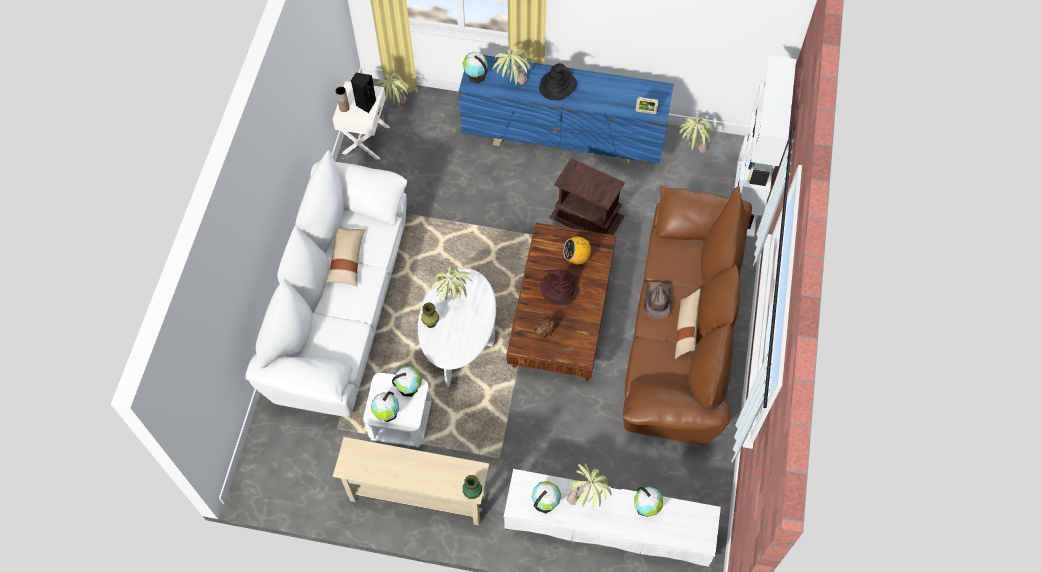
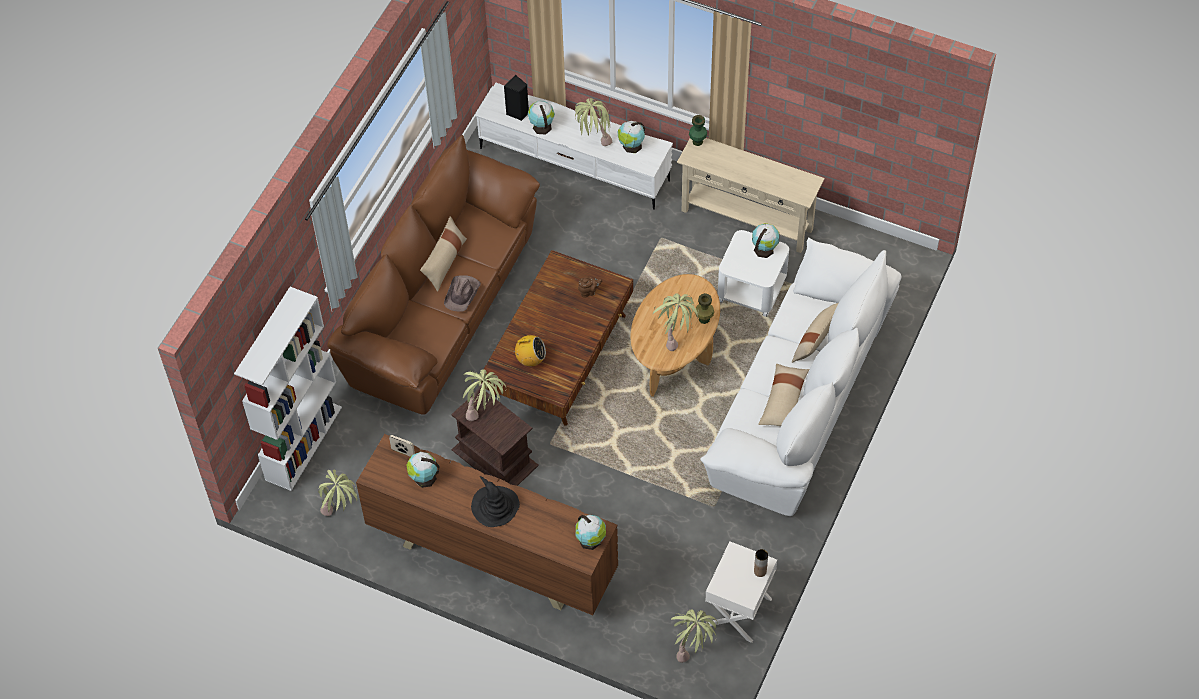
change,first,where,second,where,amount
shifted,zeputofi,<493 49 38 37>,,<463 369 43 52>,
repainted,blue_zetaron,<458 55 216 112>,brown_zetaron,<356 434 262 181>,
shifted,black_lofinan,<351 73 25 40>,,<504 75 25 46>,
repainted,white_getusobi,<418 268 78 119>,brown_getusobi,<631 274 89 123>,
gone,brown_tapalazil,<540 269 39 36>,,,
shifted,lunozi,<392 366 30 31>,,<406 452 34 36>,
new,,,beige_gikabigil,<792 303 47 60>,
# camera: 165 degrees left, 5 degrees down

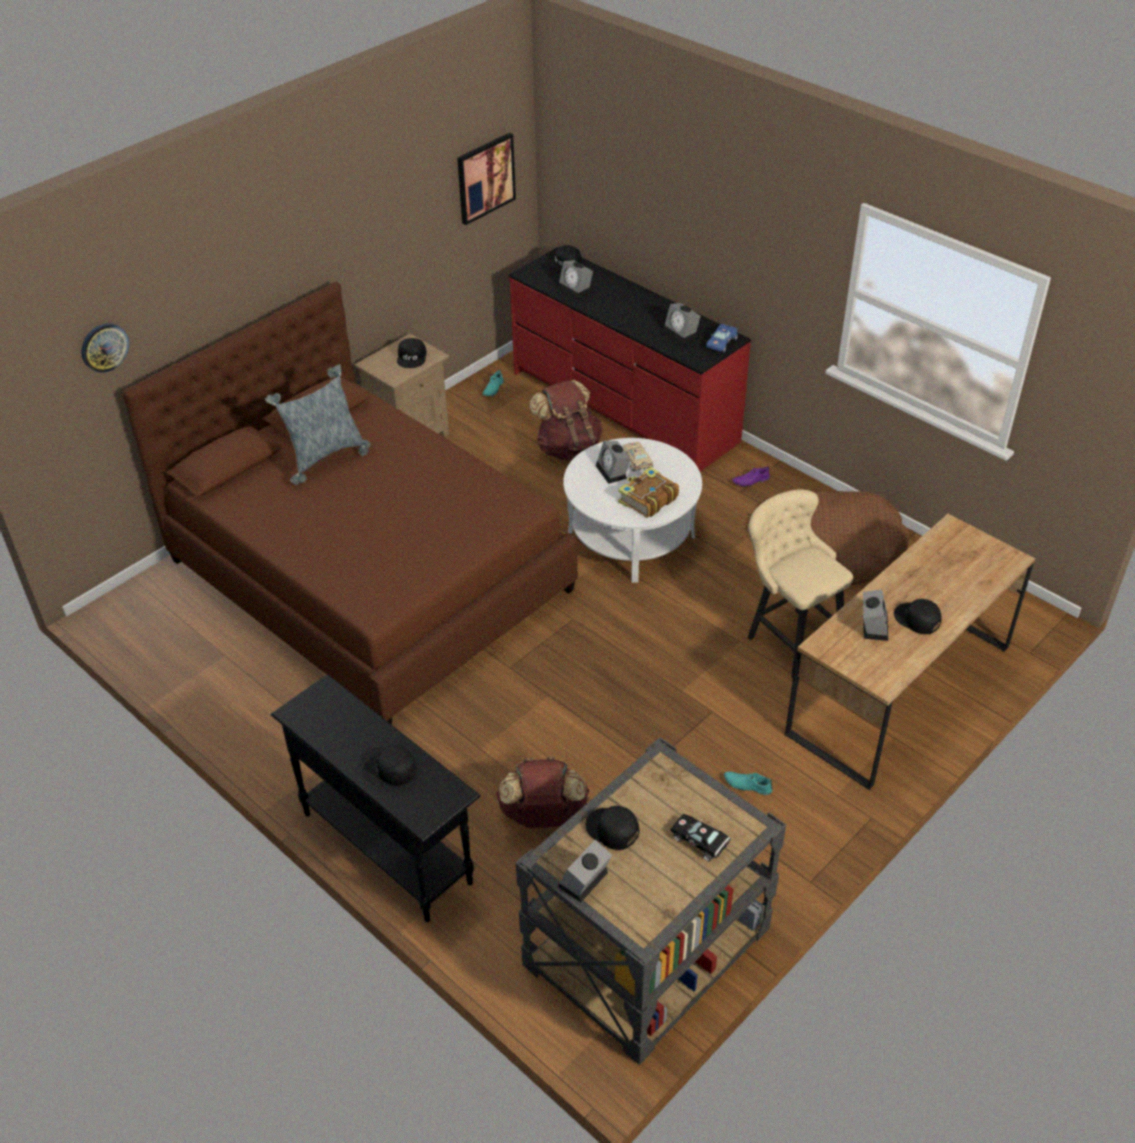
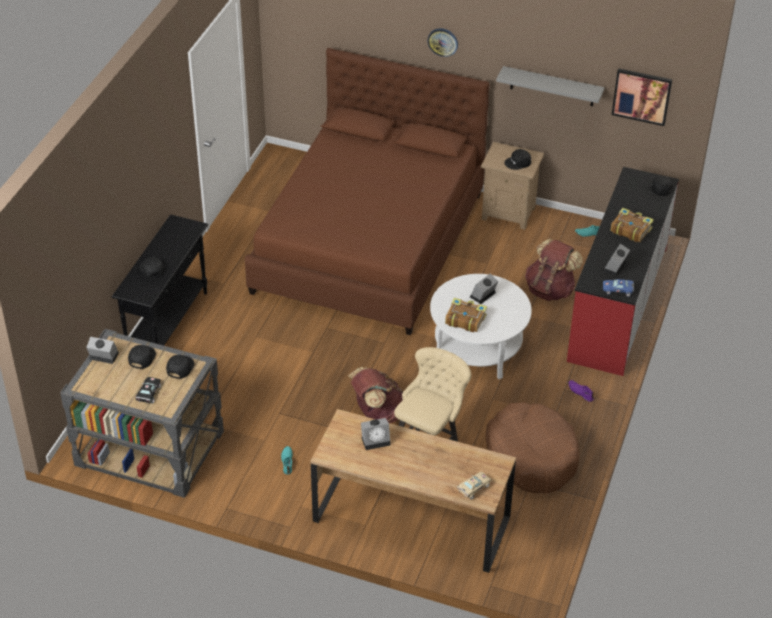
change,first,where,second,where,amount
gone,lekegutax,<558 260 35 38>,,,
shifted,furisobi,<82 323 47 50>,,<427 28 31 29>,
gone,gikabigil,<265 364 106 121>,,,
shifted,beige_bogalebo,<623 442 30 29>,,<457 472 34 28>,
shifted,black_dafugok,<894 599 48 35>,,<166 355 28 24>,
shifted,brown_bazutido,<496 756 93 72>,,<348 367 56 56>,
new,,,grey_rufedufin,<496 66 108 40>,
new,,,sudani,<611 208 43 34>,
# camera: 65 degrees right, 0 degrees up

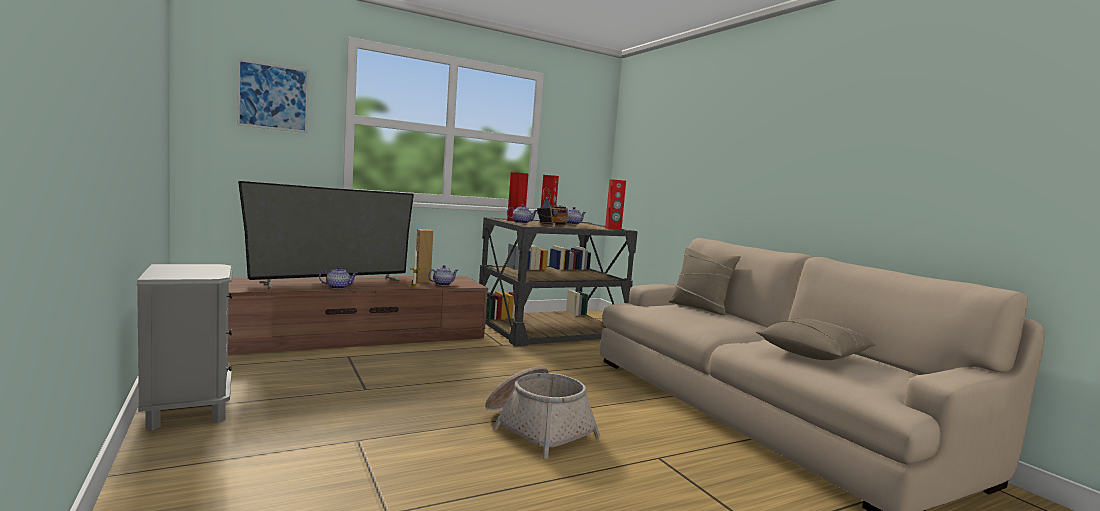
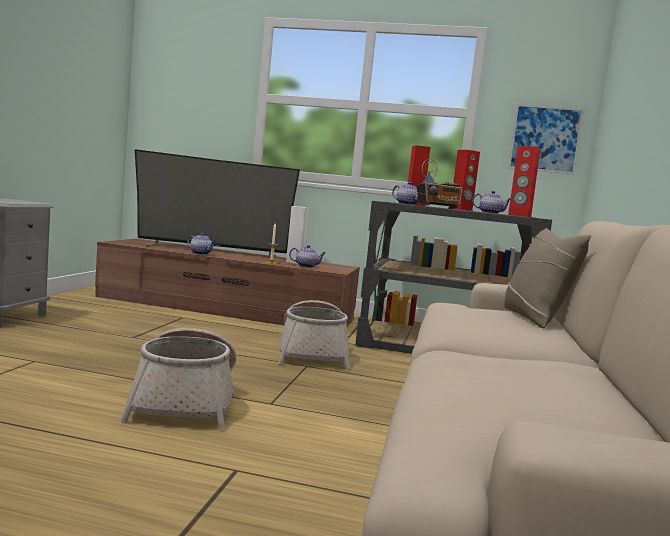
change,first,where,second,where,amount
shifted,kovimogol,<237 59 72 74>,,<508 104 76 70>,
repainted,brown_lofinan,<416 229 17 54>,white_lofinan,<286 206 24 58>,
gone,beige_gikabigil,<756 318 120 42>,,,
new,,,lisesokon,<278 300 72 69>,
# camera: 40 degrees right, 0 degrees up

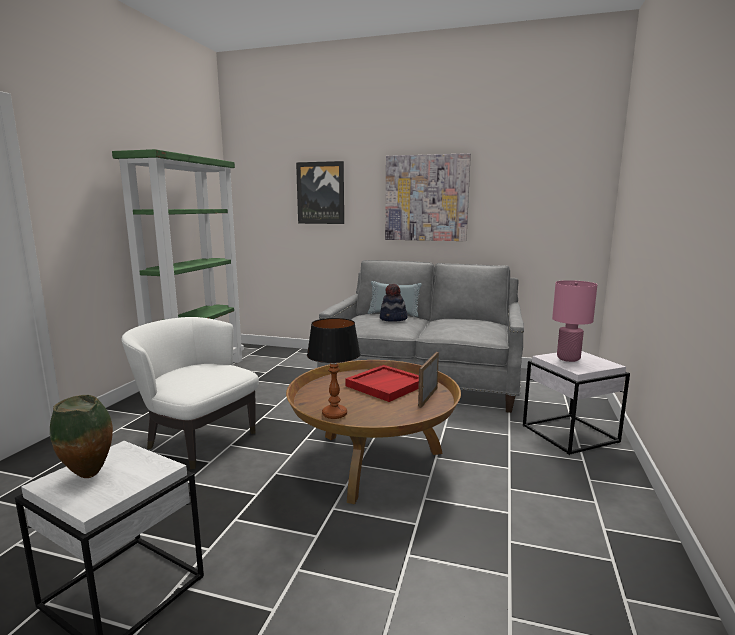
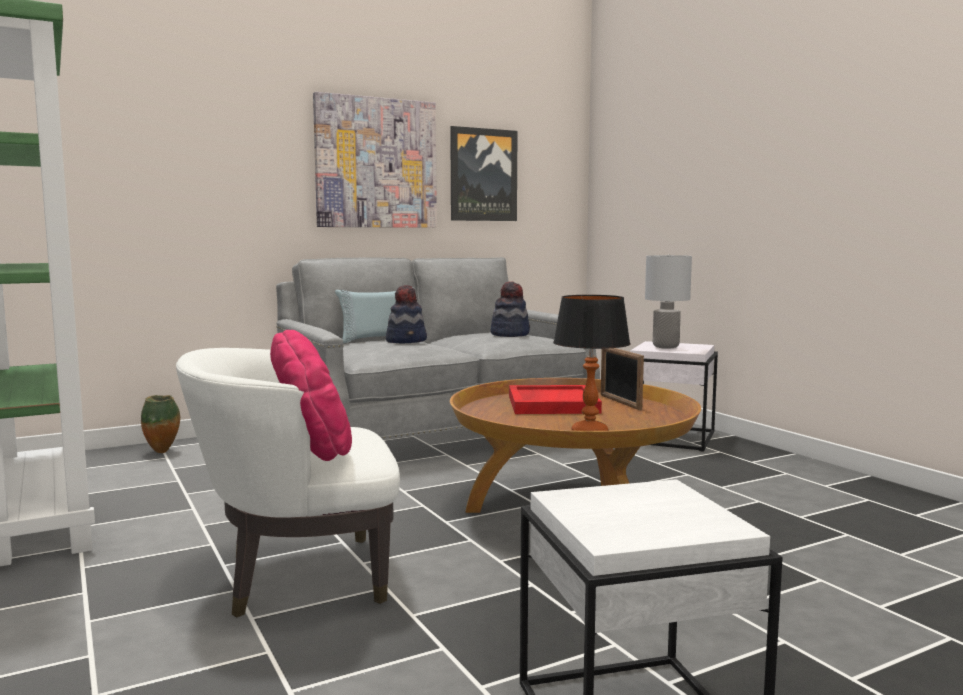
change,first,where,second,where,amount
shifted,kovimogol,<296 161 48 63>,,<450 126 68 95>,
repainted,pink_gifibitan,<552 280 45 82>,grey_gifibitan,<645 255 47 94>,
shifted,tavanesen,<50 395 63 83>,,<141 395 39 58>,
new,,,tapalazil,<491 282 39 55>,
new,,,pink_gikabigil,<270 330 82 131>,
# camera: 45 degrees left, 5 degrees down

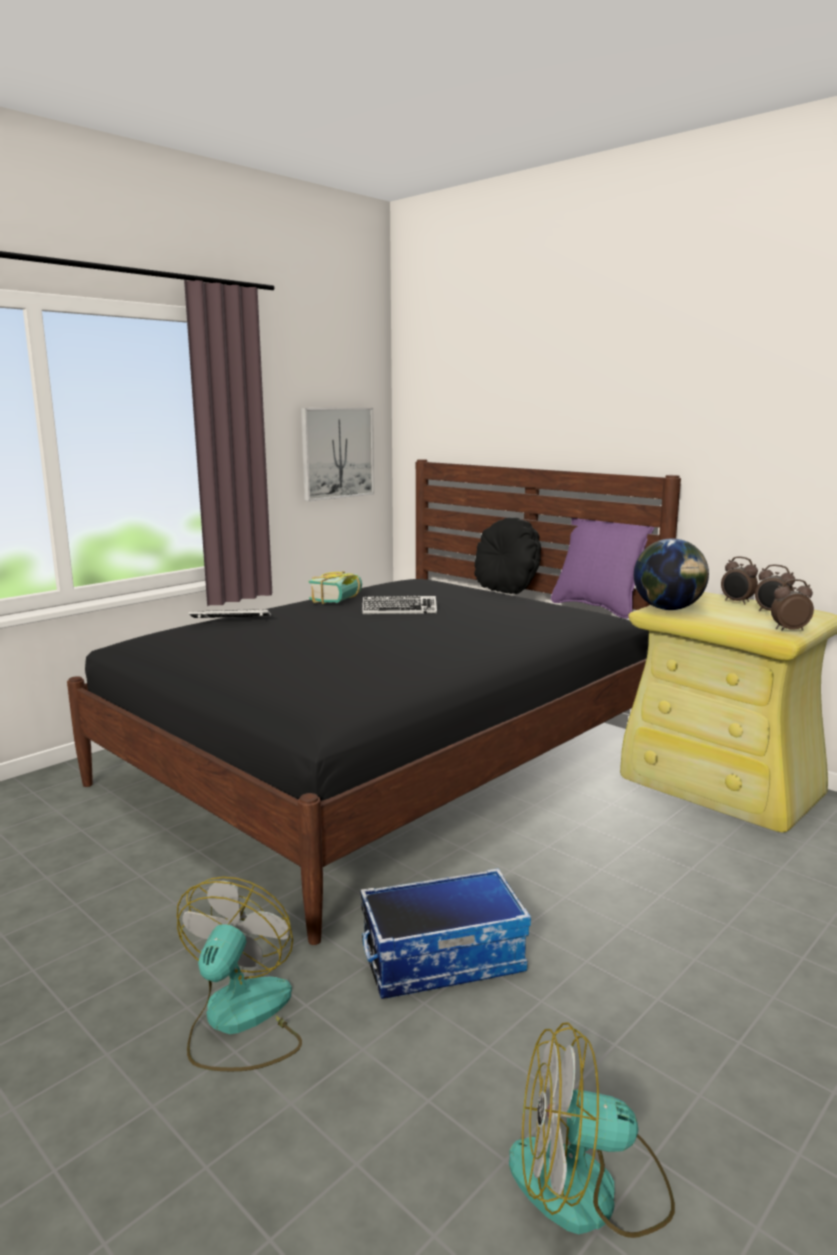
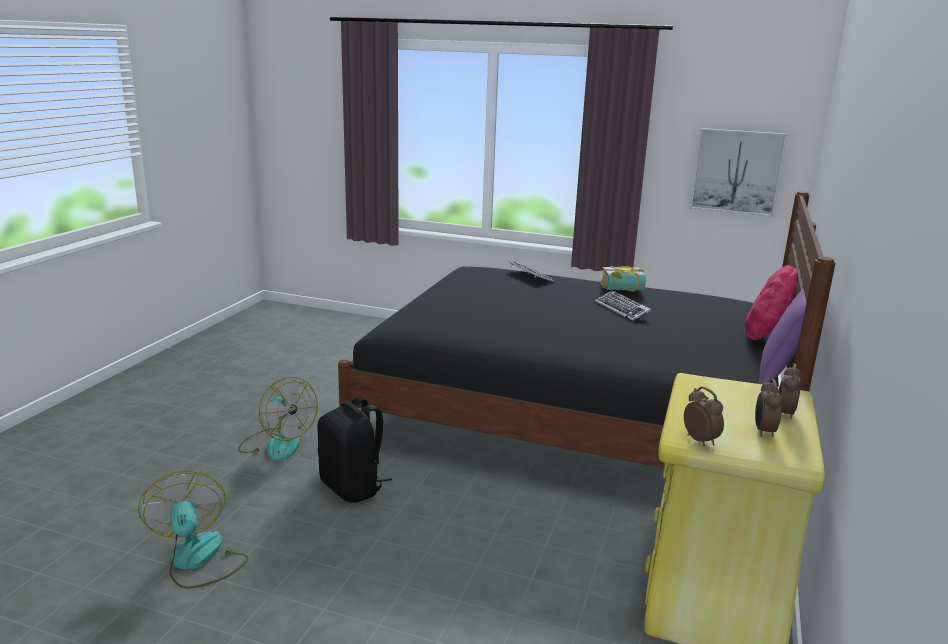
change,first,where,second,where,amount
repainted,black_gikabigil,<474 518 67 76>,pink_gikabigil,<745 265 52 75>,
gone,lunozi,<634 539 75 71>,,,
swapped,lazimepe,<360 868 171 131>,black_bazutido,<317 397 75 106>,
rotated,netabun,<177 877 125 194>,,<238 377 80 84>,60 degrees clockwise
# camera: 65 degrees right, 5 degrees up

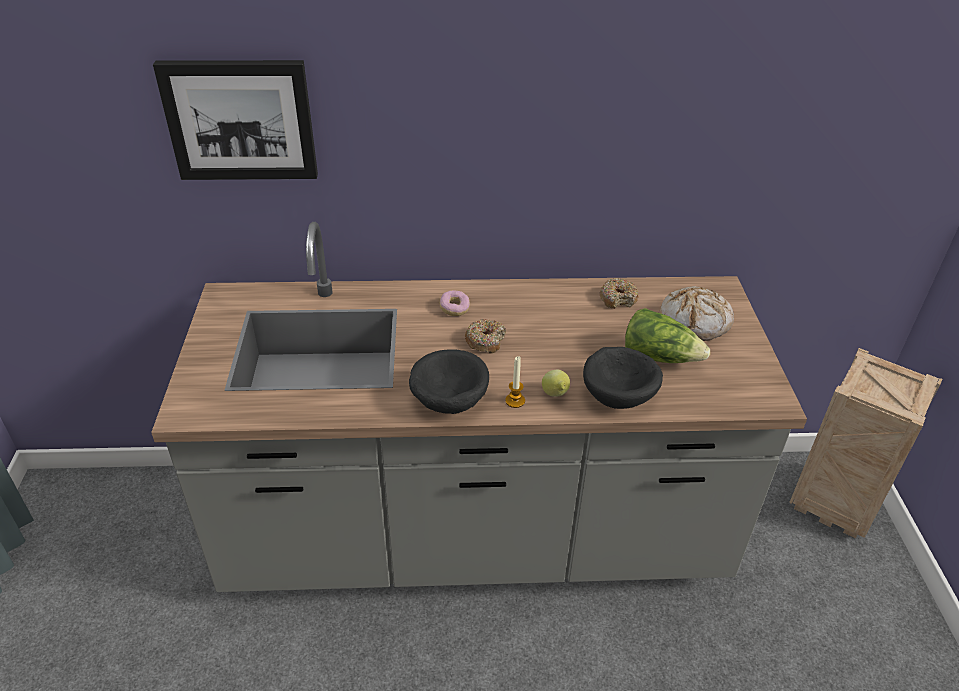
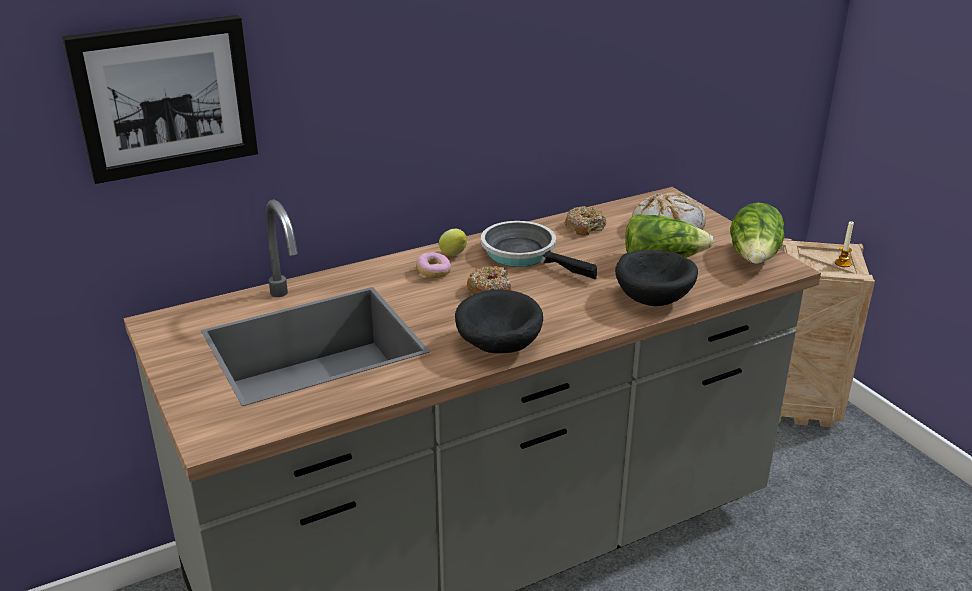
change,first,where,second,where,amount
shifted,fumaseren,<505 356 20 52>,,<835 221 19 46>,
shifted,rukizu,<542 370 28 27>,,<439 229 28 27>,
new,,,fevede,<730 203 54 61>,
new,,,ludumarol,<481 221 116 58>,
# camera: 25 degrees left, 10 degrees down

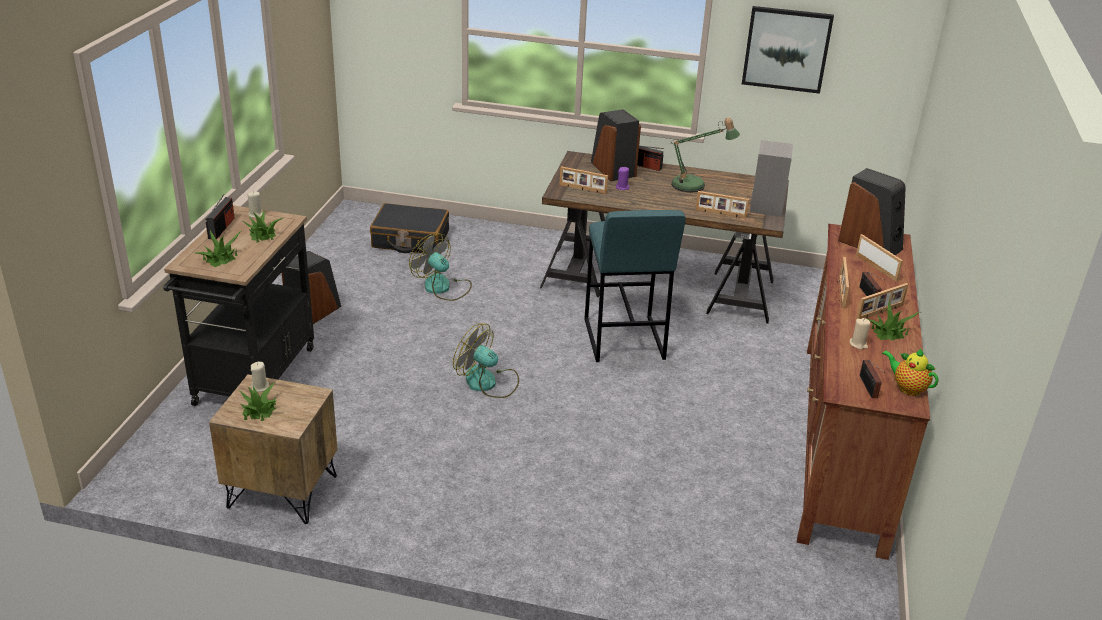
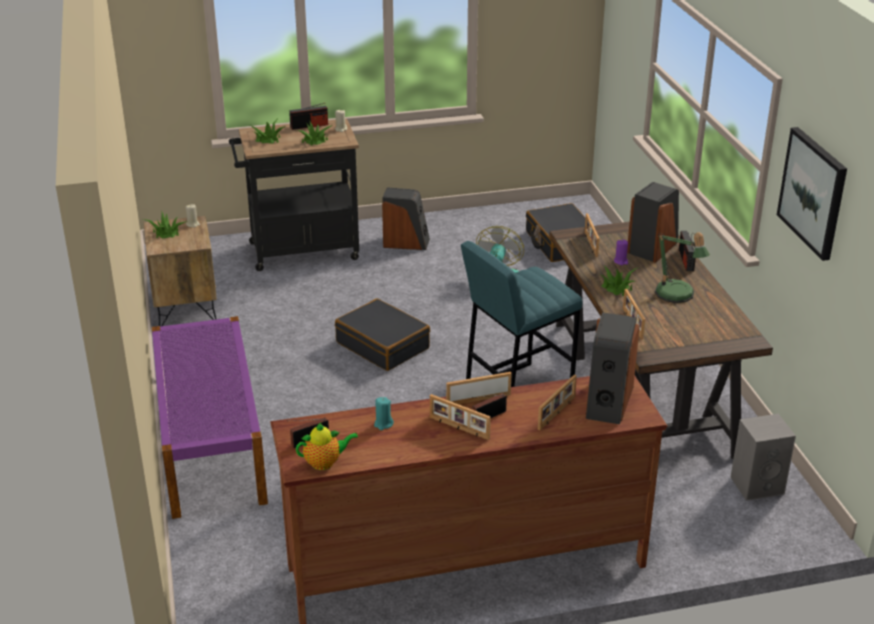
change,first,where,second,where,amount
shifted,grey_lofinan,<750 140 43 77>,,<730 414 66 87>,
shifted,zeputofi,<867 302 53 38>,,<602 266 35 30>,
repainted,beige_fumaseren,<850 318 21 31>,turquoise_fumaseren,<374 397 20 33>,
swapped,netabun,<453 323 66 75>,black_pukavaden,<335 299 95 72>,
rotated,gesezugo,<882 348 57 48>,,<296 423 62 47>,60 degrees clockwise
new,,,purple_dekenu,<152 316 116 203>,
# camera: 65 degrees right, 0 degrees up

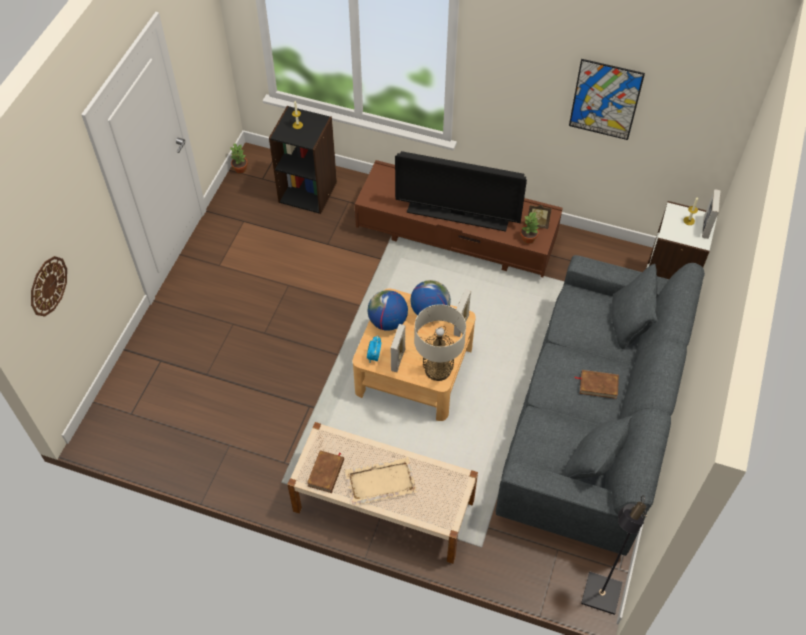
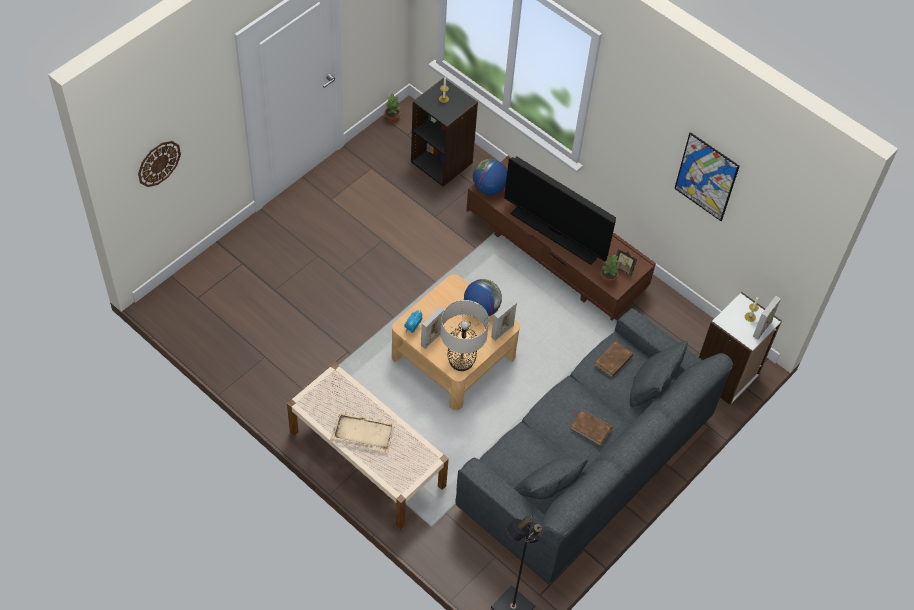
change,first,where,second,where,amount
shifted,lunozi,<367 290 41 41>,,<473 159 34 36>,
shifted,brown_sudani,<307 450 37 43>,,<594 341 39 37>,
# camera: 20 degrees right, 0 degrees up

